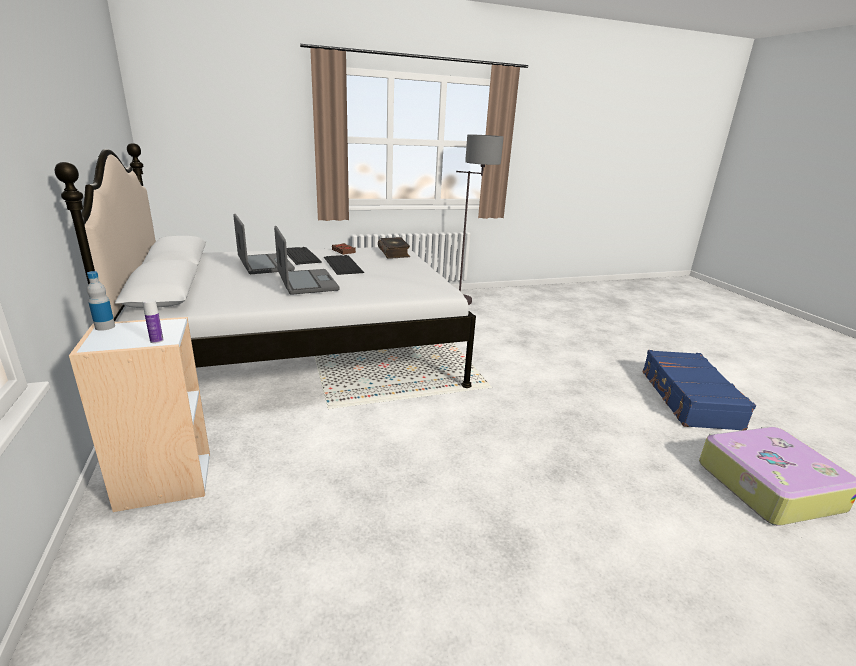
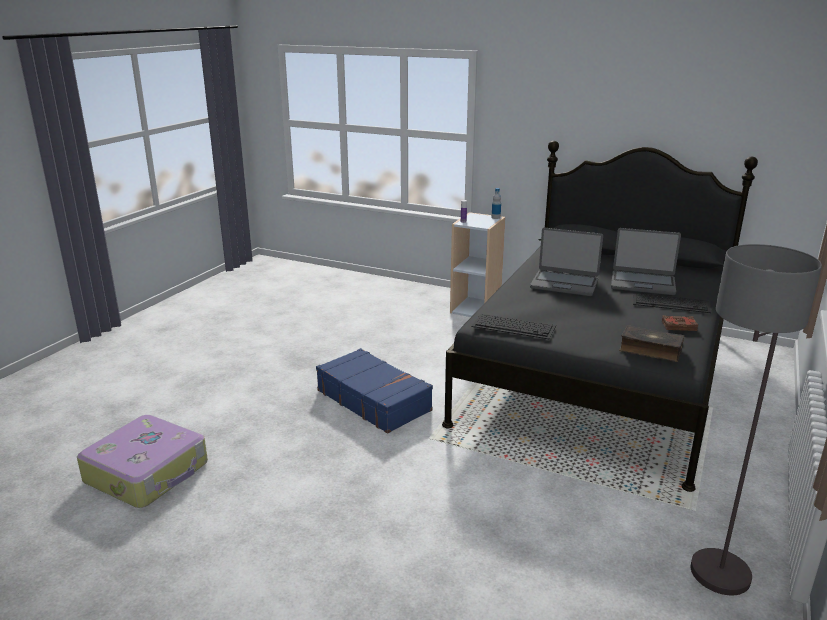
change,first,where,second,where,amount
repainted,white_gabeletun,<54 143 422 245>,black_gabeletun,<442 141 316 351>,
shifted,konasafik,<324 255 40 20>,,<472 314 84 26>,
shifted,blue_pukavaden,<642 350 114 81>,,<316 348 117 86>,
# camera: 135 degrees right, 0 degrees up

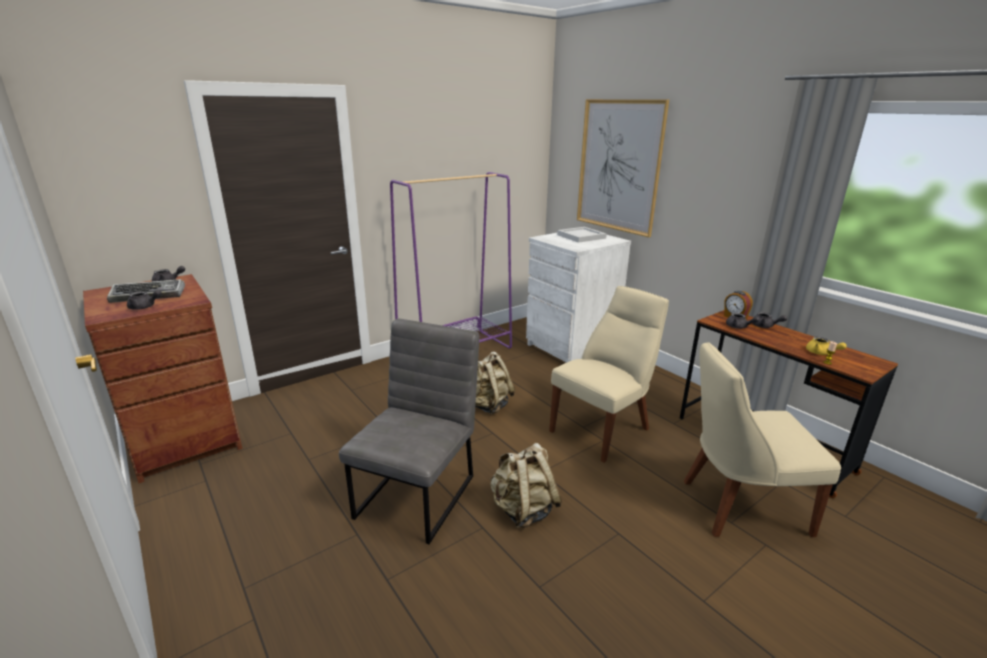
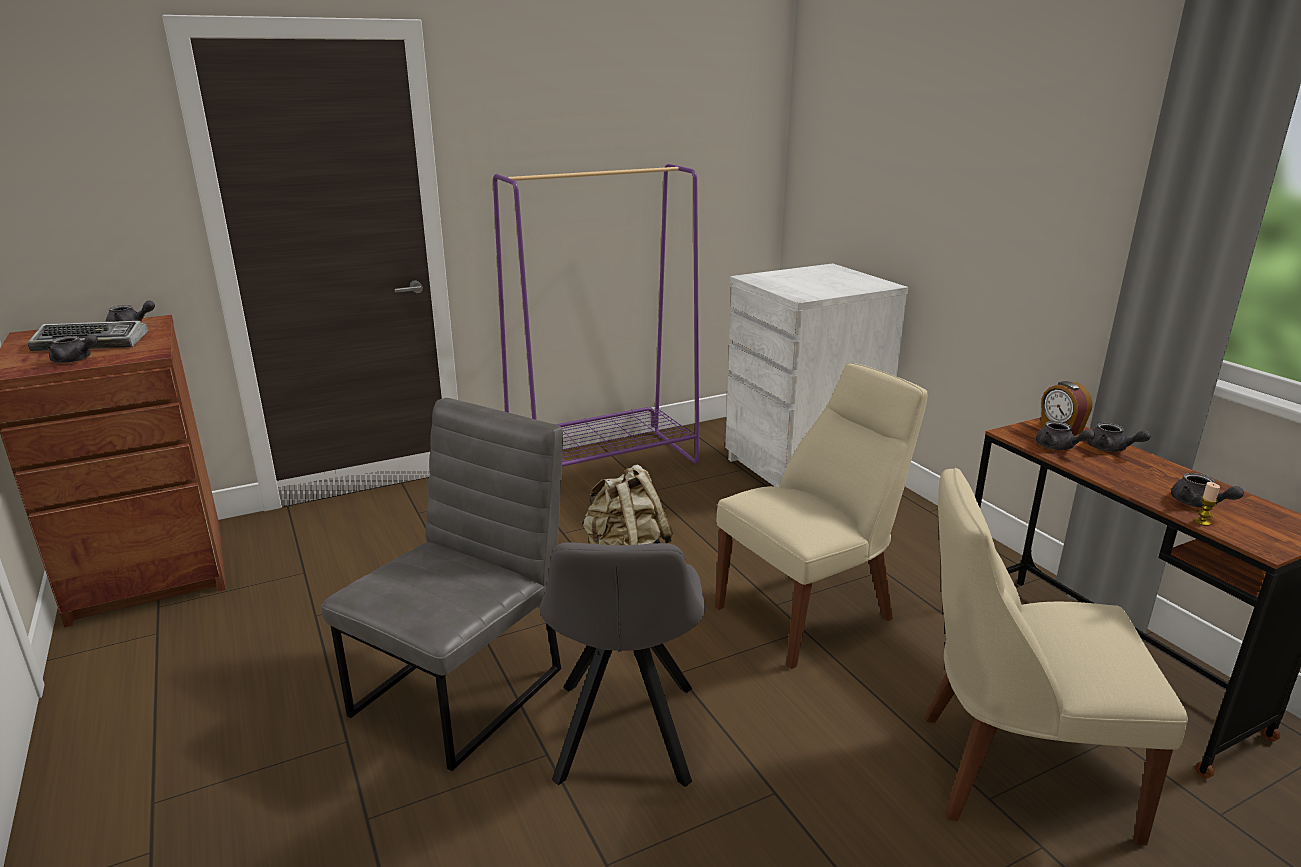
change,first,where,second,where,amount
gone,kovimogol,<577 99 92 138>,,,
gone,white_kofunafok,<557 227 50 16>,,,
repainted,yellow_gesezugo,<806 337 41 18>,grey_gesezugo,<1171 473 73 35>,
swapped,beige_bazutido,<490 443 72 85>,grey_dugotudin,<539 542 166 245>,
# camera: 10 degrees right, 0 degrees up

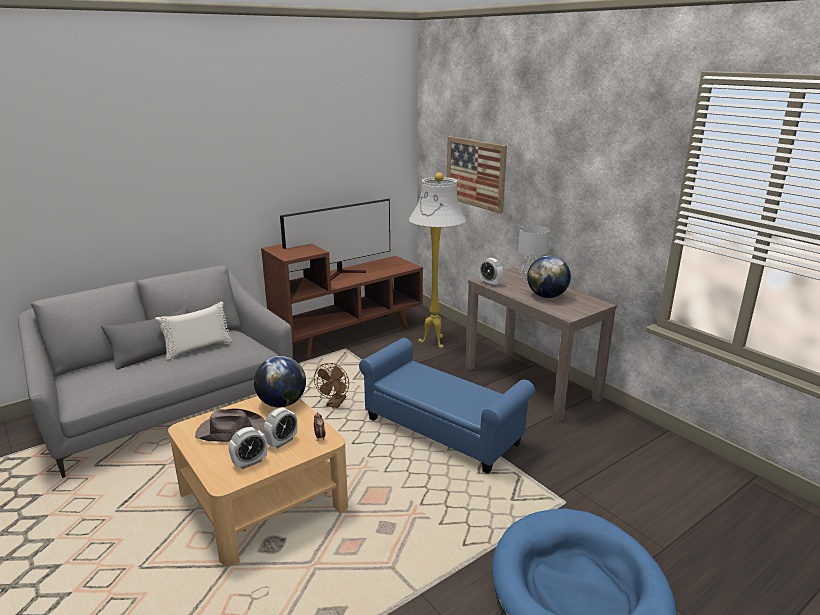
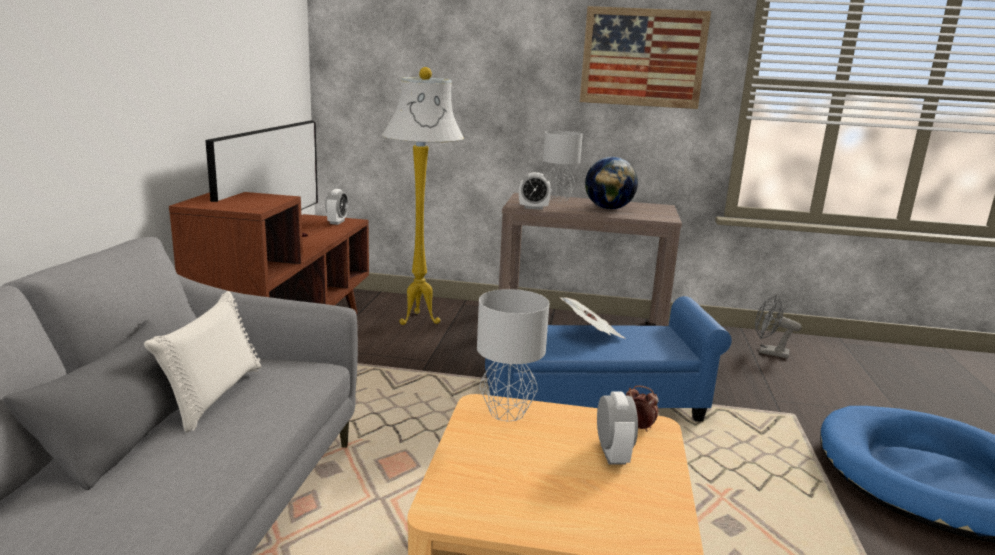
change,first,where,second,where,amount
shifted,kovimogol,<447 136 60 77>,,<580 6 131 103>,
swapped,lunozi,<254 356 52 51>,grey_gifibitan,<477 289 72 133>,
gone,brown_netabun,<314 363 35 45>,,,
gone,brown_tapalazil,<195 409 70 33>,,,
shifted,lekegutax,<229 427 38 42>,,<325 189 23 36>,
new,,,grey_netabun,<755 295 47 63>,
new,,,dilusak,<559 297 66 41>,
# camera: 45 degrees left, 5 degrees down

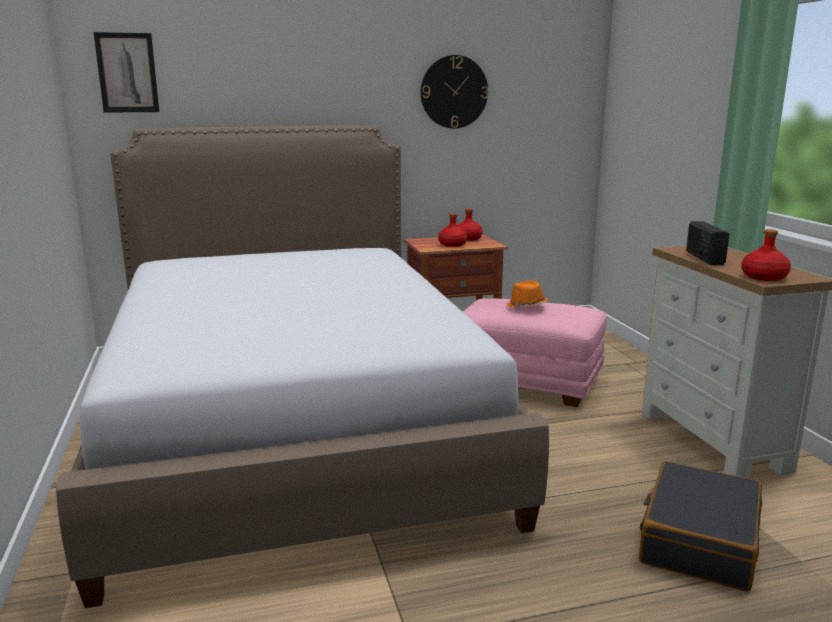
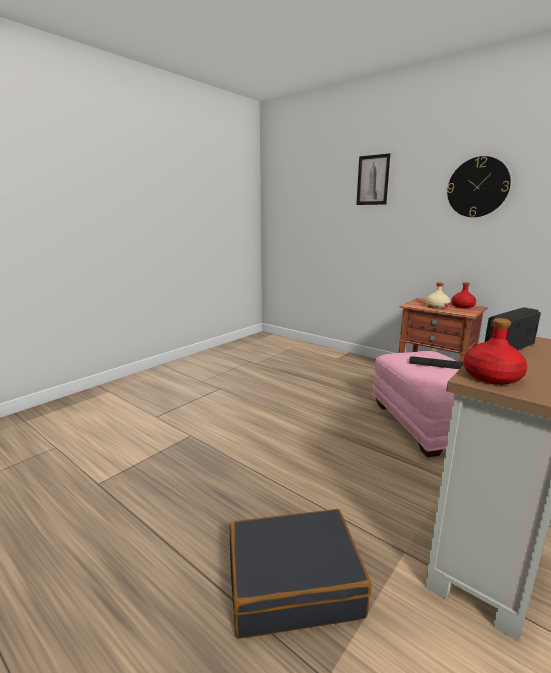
change,first,where,second,where,amount
shifted,kovimogol,<94 32 65 81>,,<356 153 34 52>,
gone,gabeletun,<56 125 493 483>,,,
repainted,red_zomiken,<438 213 29 34>,beige_zomiken,<426 283 24 26>,
swapped,orange_tapalazil,<506 280 42 27>,konasafik,<409 356 54 13>,
# camera: 55 degrees right, 0 degrees up

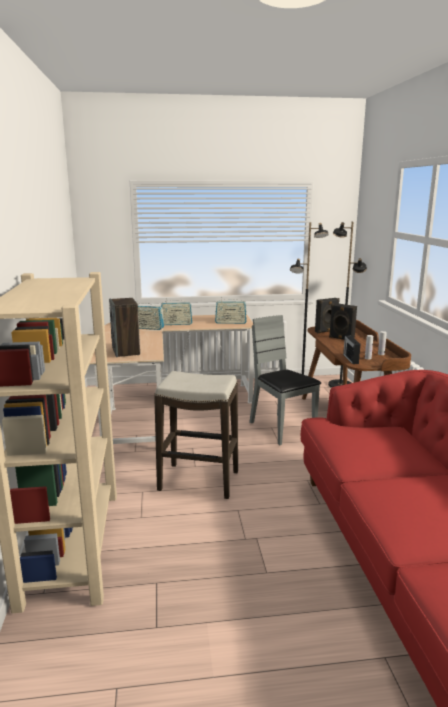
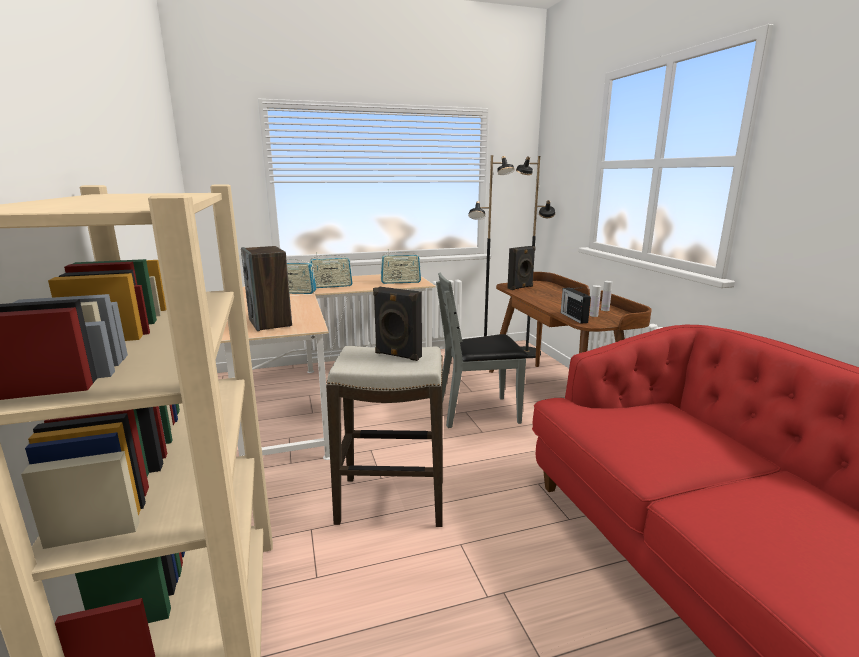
change,first,where,second,where,amount
shifted,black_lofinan,<329 303 28 37>,,<373 287 49 74>,
rotated,grey_dugotudin,<249 315 72 130>,,<436 272 92 156>,60 degrees counterclockwise
# camera: 10 degrees left, 0 degrees up

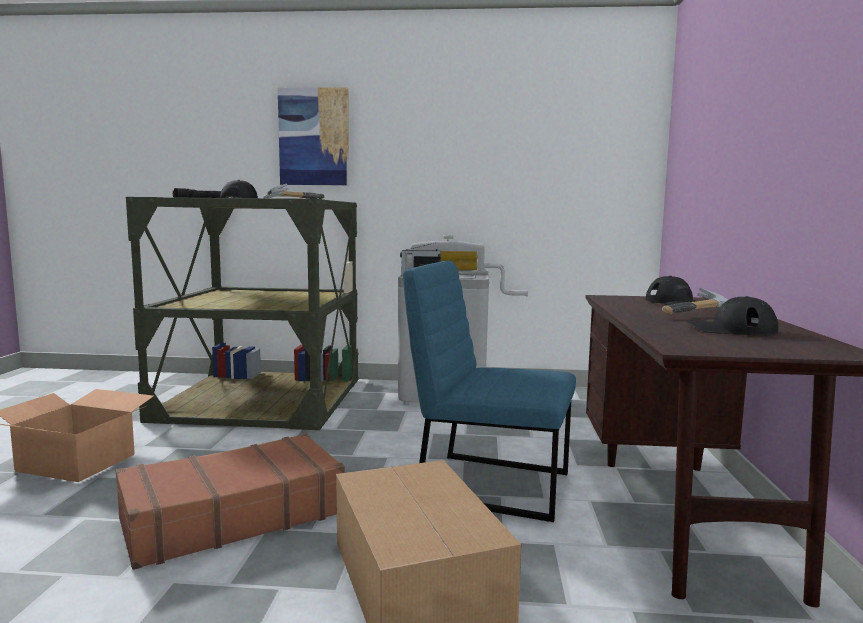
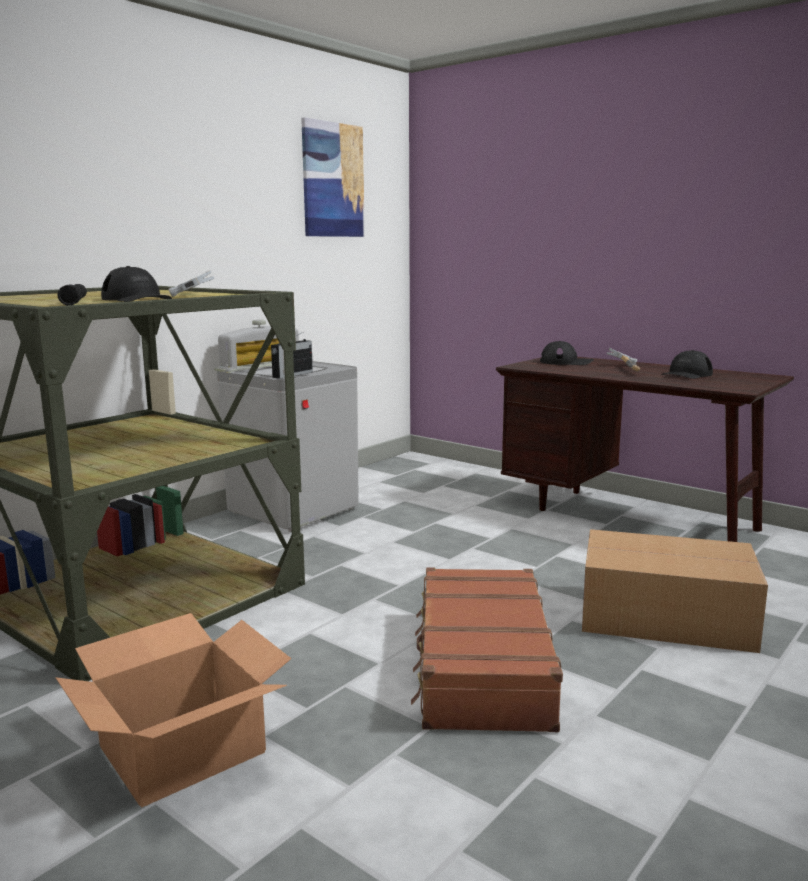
change,first,where,second,where,amount
shifted,kovimogol,<278 87 71 98>,,<301 117 64 120>,
gone,blue_dugotudin,<403 261 173 261>,,,
# camera: 55 degrees left, 5 degrees up

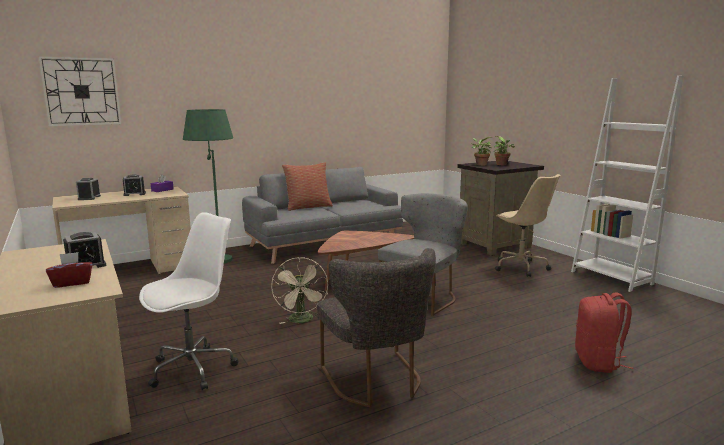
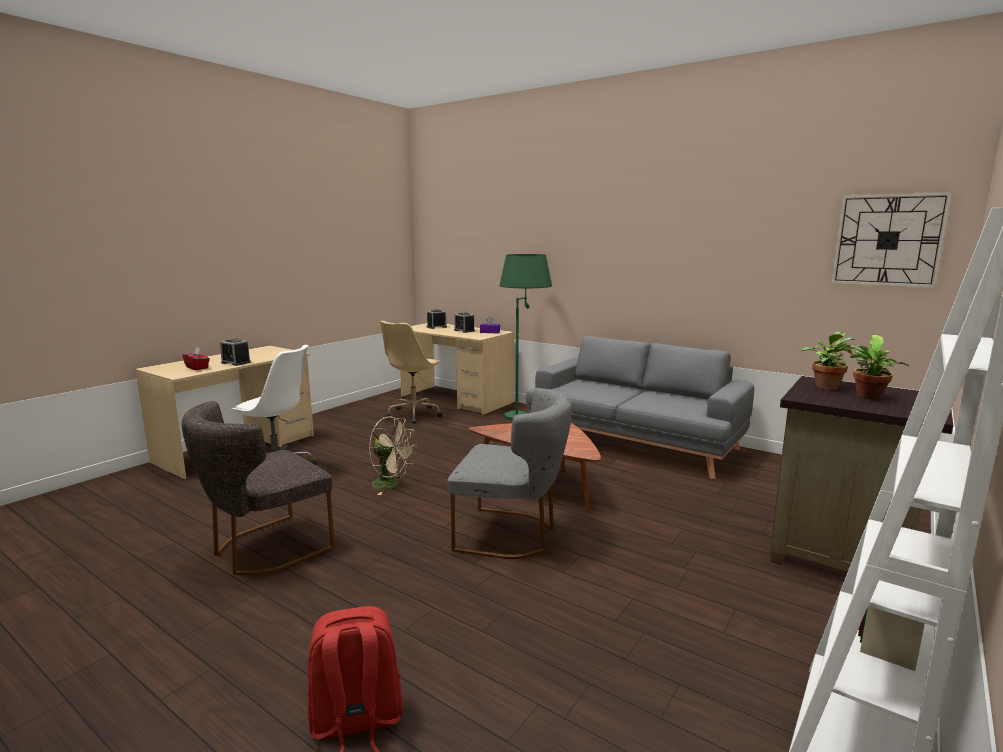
change,first,where,second,where,amount
shifted,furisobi,<38 56 84 70>,,<831 192 121 96>,
gone,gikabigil,<282 162 51 49>,,,
shifted,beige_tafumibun,<495 174 66 103>,,<380 321 63 103>,
rotated,beige_netabun,<271 257 57 67>,,<369 416 48 79>,120 degrees counterclockwise
# camera: 65 degrees right, 0 degrees up

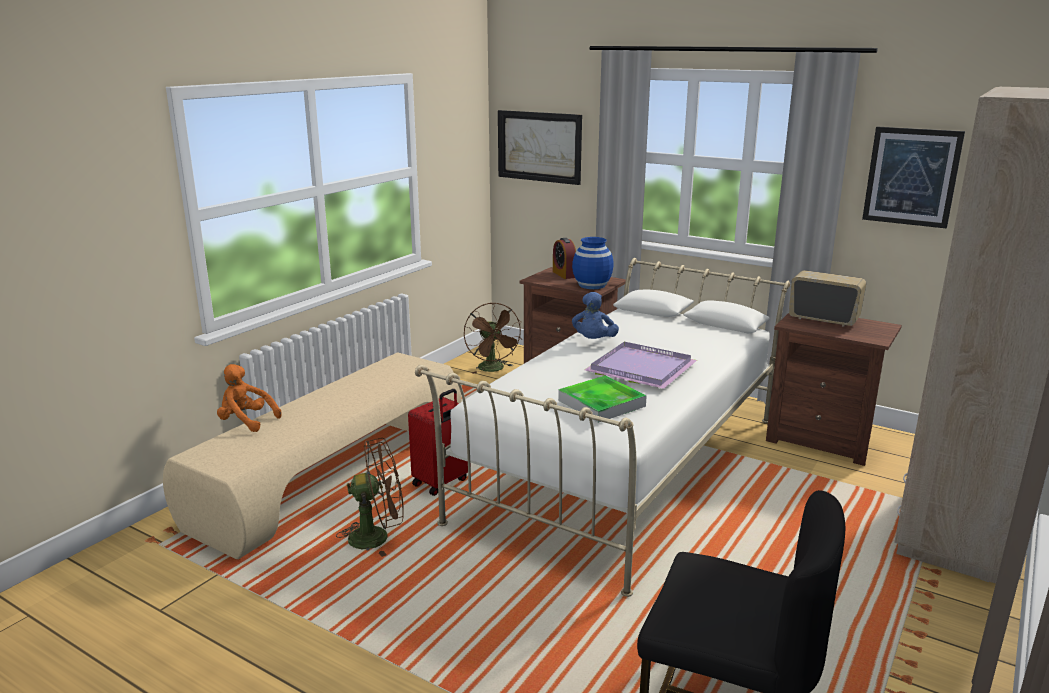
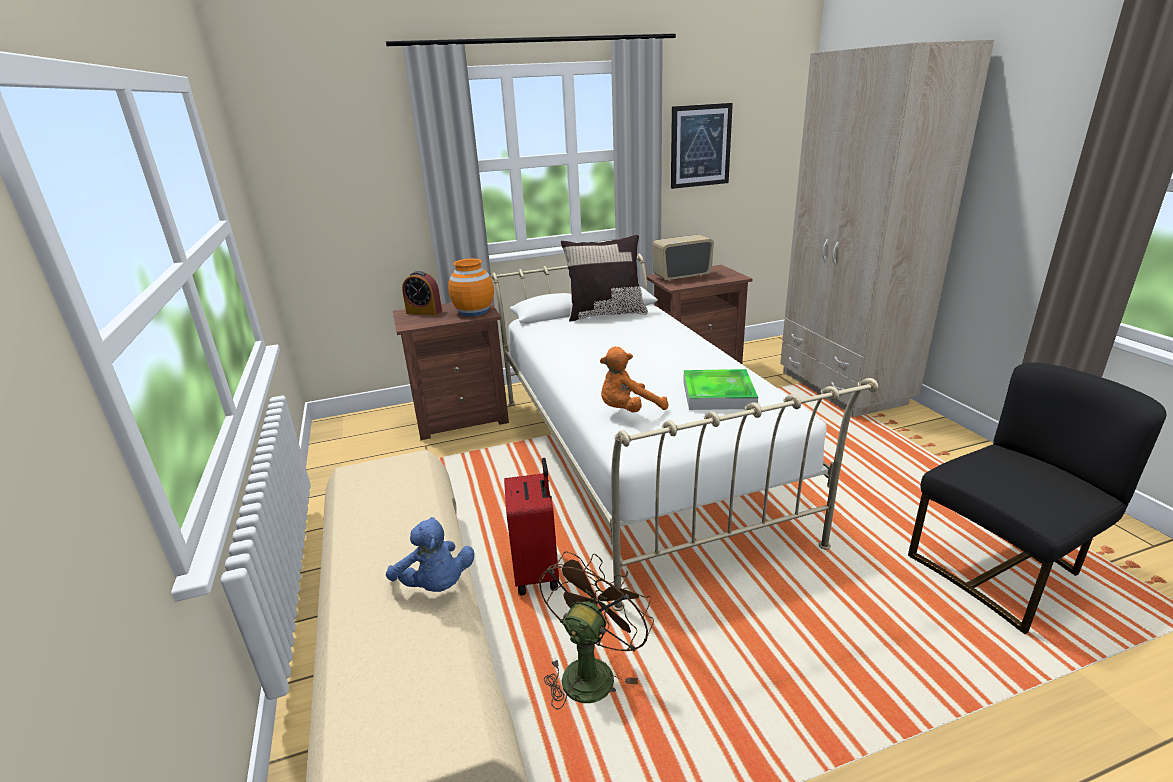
change,first,where,second,where,amount
gone,kovimogol,<498 110 84 75>,,,
repainted,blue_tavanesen,<572 237 41 52>,orange_tavanesen,<448 258 46 58>,
shifted,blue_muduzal,<572 292 47 47>,,<386 517 89 75>,
gone,brown_netabun,<464 302 58 72>,,,
gone,purple_kofunafok,<584 342 113 47>,,,
shifted,orange_muduzal,<217 364 65 68>,,<600 347 68 66>,
new,,,gikabigil,<561 235 87 87>,
# camera: 50 degrees left, 5 degrees up

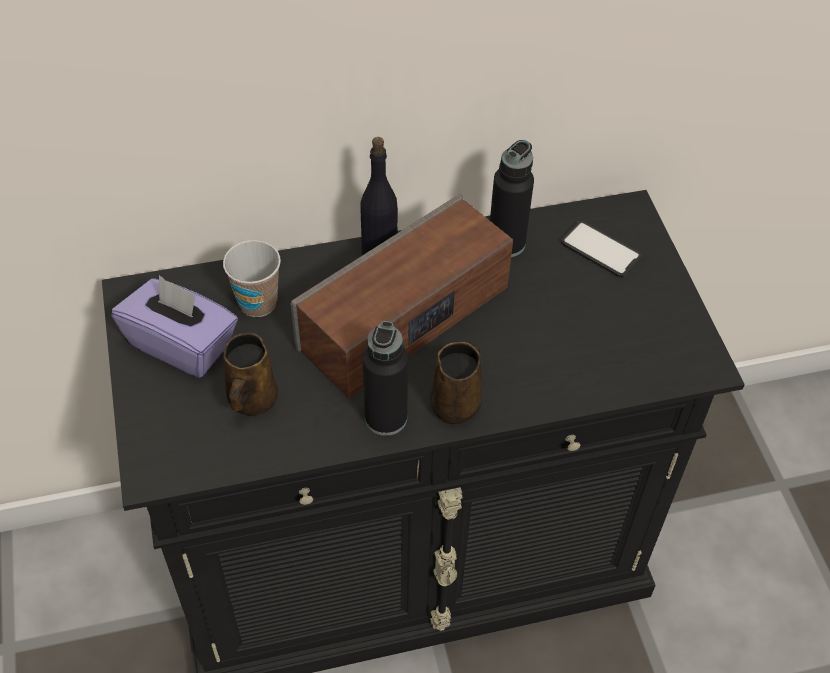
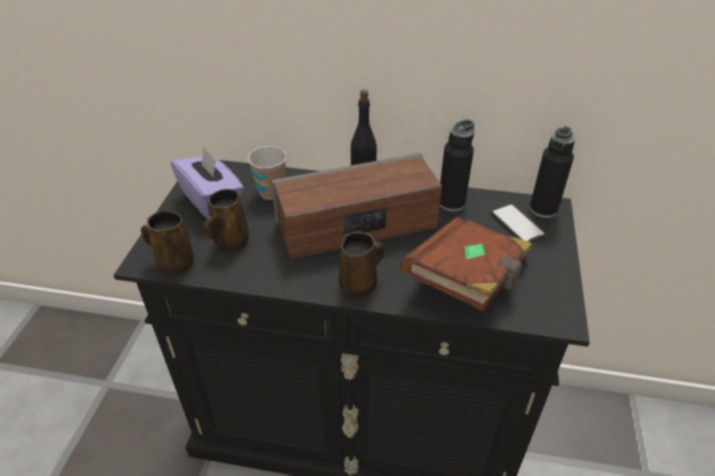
change,first,where,second,where,amount
shifted,black_zomiken,<363 321 45 115>,,<530 126 45 92>,
new,,,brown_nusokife,<141 211 53 64>,
new,,,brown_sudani,<400 216 132 95>,
# camera: 25 degrees right, 10 degrees down

